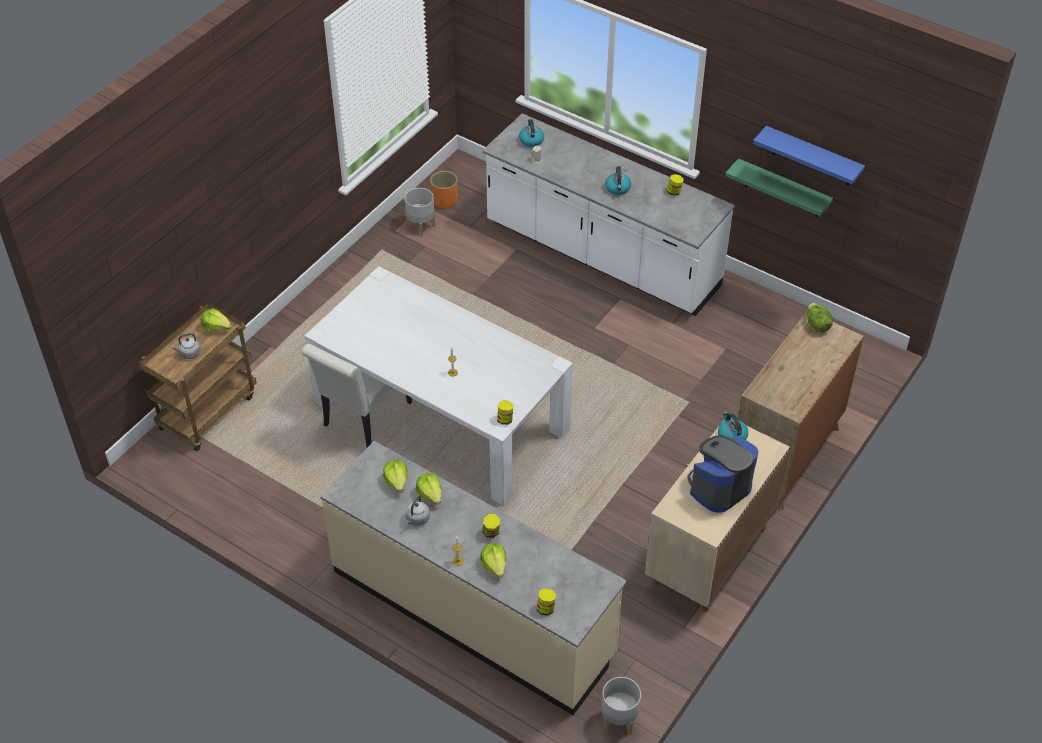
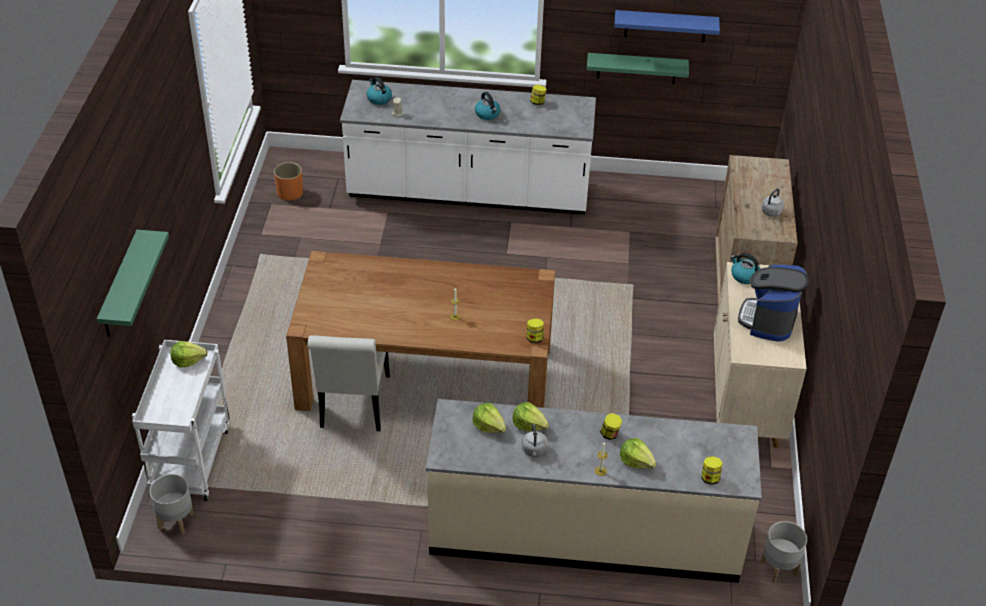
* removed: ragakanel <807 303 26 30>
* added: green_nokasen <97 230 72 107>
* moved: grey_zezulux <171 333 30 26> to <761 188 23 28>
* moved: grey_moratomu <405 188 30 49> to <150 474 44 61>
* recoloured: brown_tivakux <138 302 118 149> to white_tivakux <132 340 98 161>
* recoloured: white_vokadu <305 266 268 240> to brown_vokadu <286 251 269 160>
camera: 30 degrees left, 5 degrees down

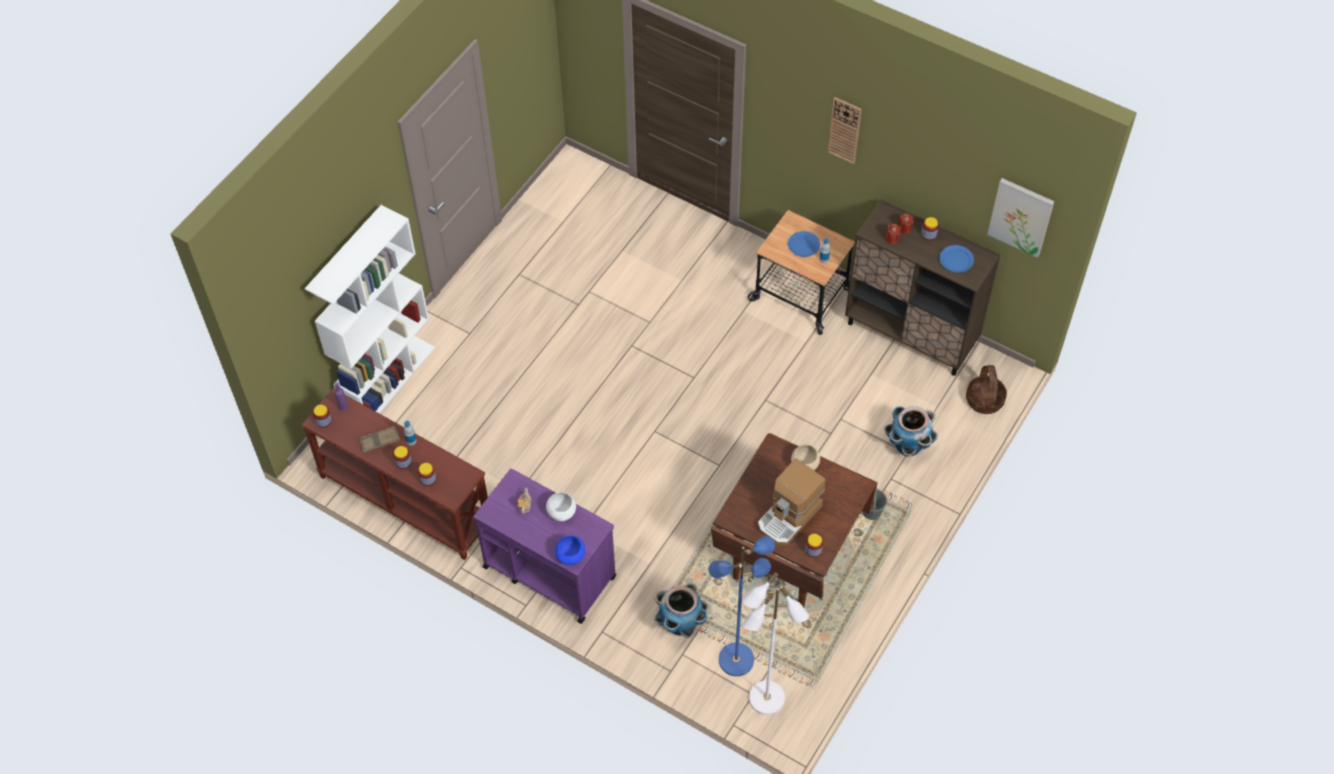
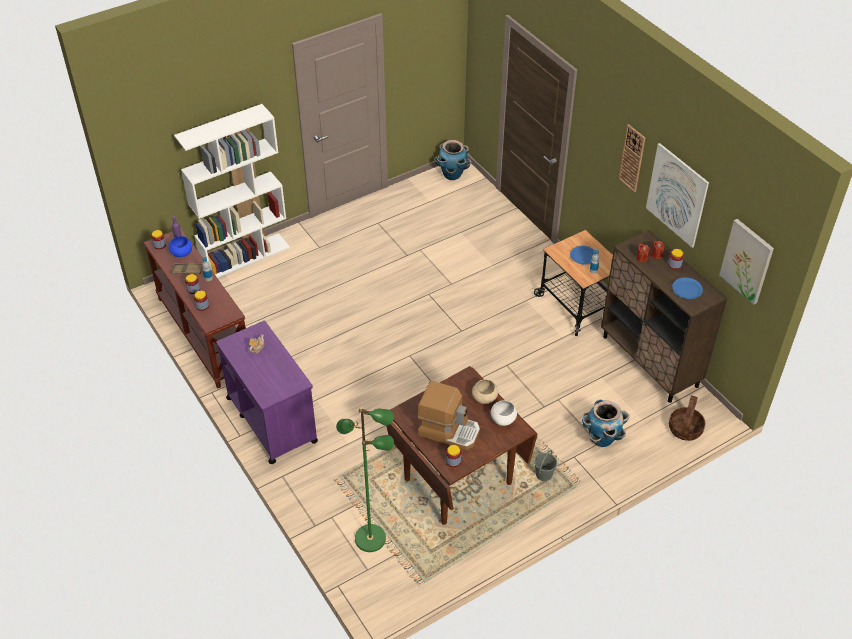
* removed: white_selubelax <742 572 67 143>
* added: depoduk <646 143 63 105>
* moved: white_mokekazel <546 492 30 29> to <491 400 26 26>
* moved: blue_mokekazel <555 536 30 29> to <169 236 23 21>
* moved: moratomu <654 582 55 56> to <434 140 38 40>
* recoloured: blue_selubelax <709 536 66 140> to green_selubelax <336 407 58 145>
* turned: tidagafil <758 459 68 87> = <418 381 62 69> 135 degrees counterclockwise
camera: 25 degrees right, 10 degrees down

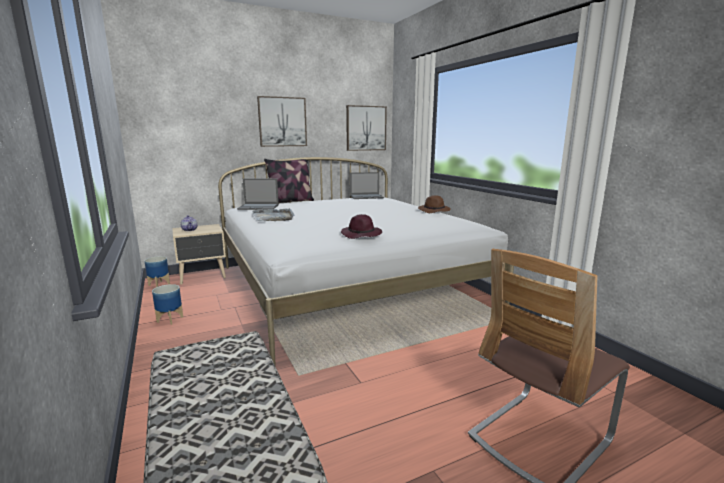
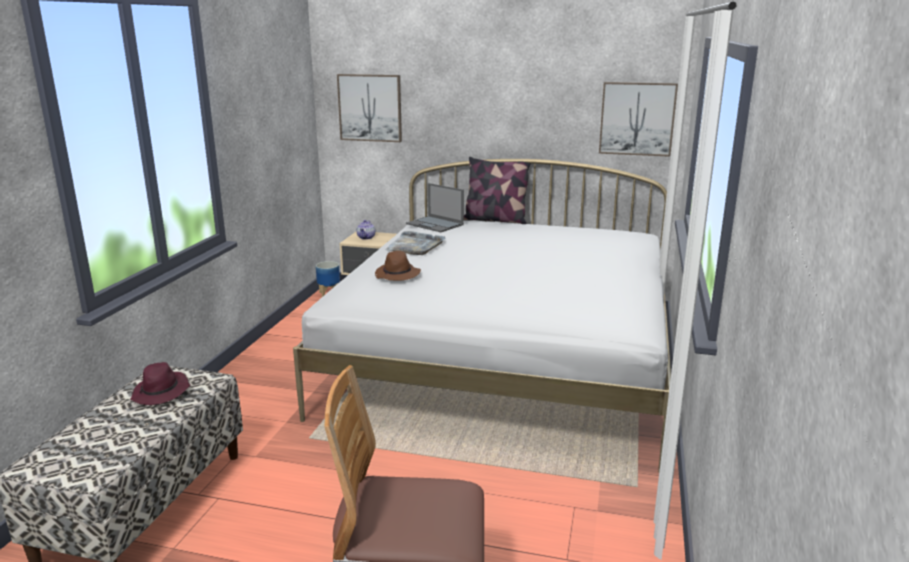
* removed: moratomu <152 284 31 41>
* removed: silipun <350 172 34 27>
* moved: depoduk <257 96 50 51> to <337 74 65 68>
* moved: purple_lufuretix <341 214 41 25> to <131 362 59 43>
* moved: brown_lufuretix <418 195 33 18> to <375 251 46 30>
camera: 40 degrees right, 5 degrees up

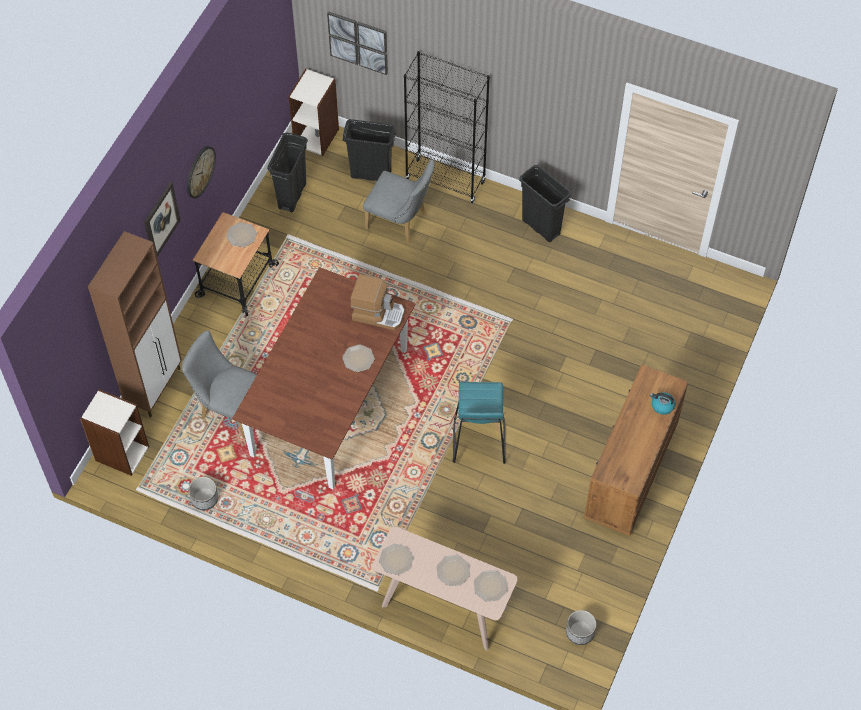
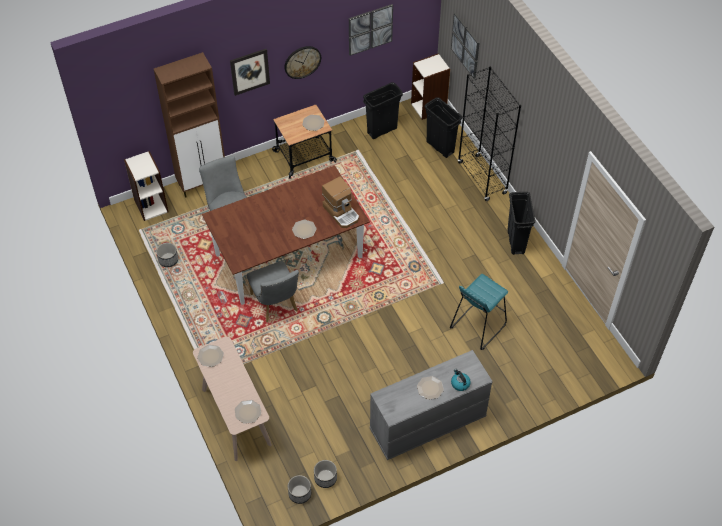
* added: moratomu <314 460 23 28>
* added: depoduk <349 4 44 52>
* moved: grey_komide <363 159 72 85> to <247 261 52 61>
* moved: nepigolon <437 555 33 31> to <417 376 27 24>
* moved: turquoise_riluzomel <453 382 53 82> to <450 274 58 76>
* recoloured: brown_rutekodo <584 365 104 171> to grey_rutekodo <370 350 123 110>
camera: 40 degrees right, 5 degrees down

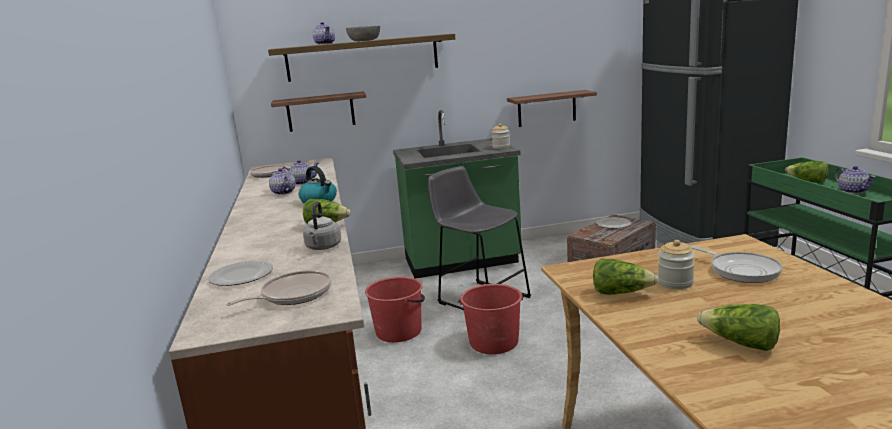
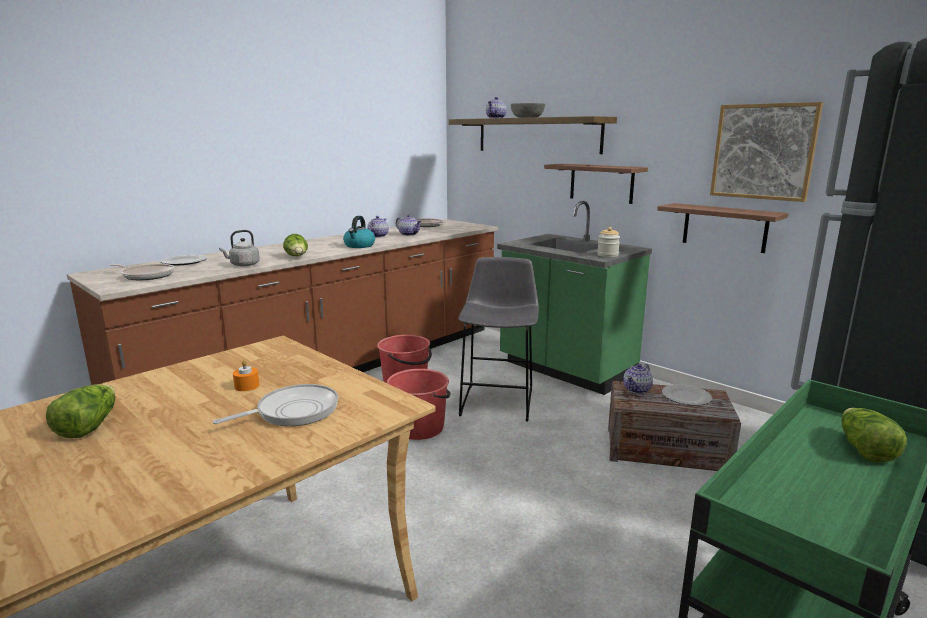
* removed: ragakanel <593 258 66 37>
* added: depoduk <710 102 113 100>
* moved: nokasen <271 92 95 40> to <544 164 104 40>
* moved: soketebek <835 166 41 28> to <623 364 30 30>
* replaced: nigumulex <658 240 37 49> to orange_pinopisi <233 360 26 31>
* turned: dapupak <688 245 95 38> = <213 384 125 42> 150 degrees counterclockwise
camera: 55 degrees right, 0 degrees up

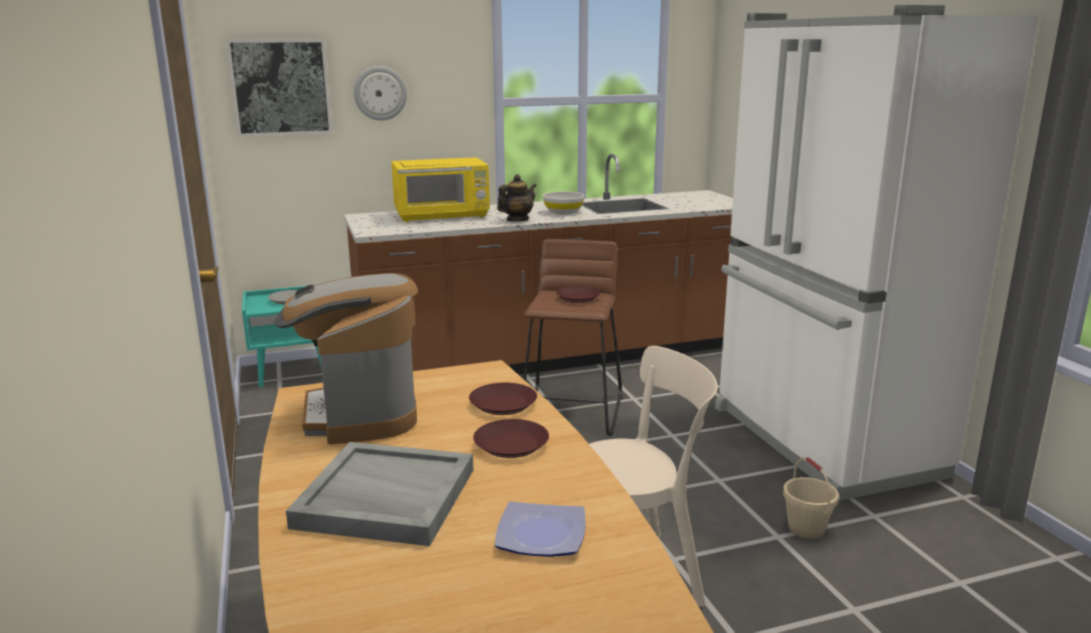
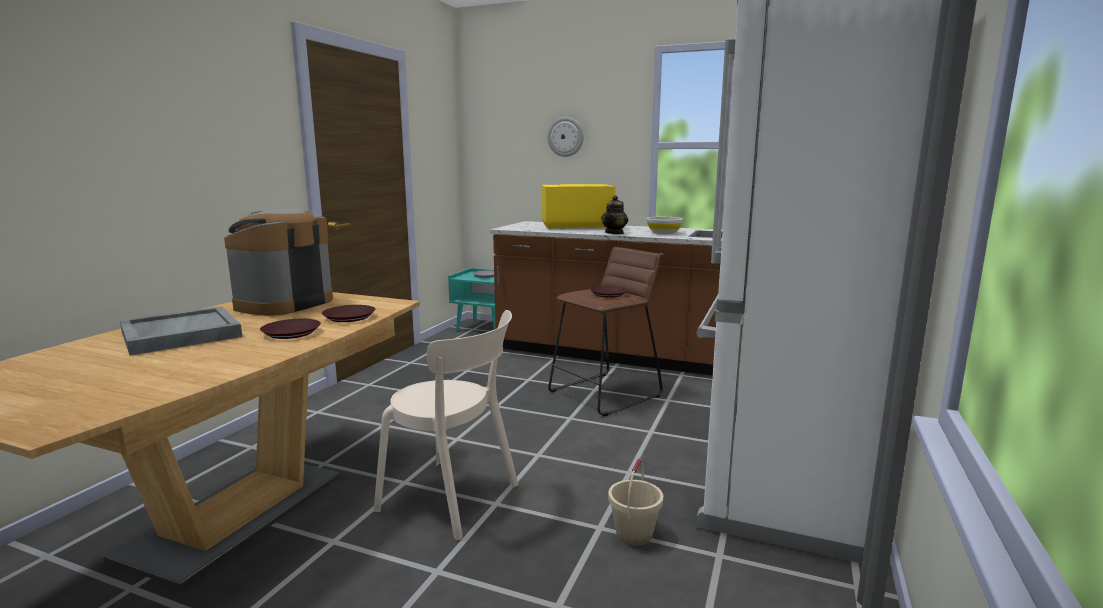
* removed: depoduk <226 39 107 98>
* removed: nepigolon <495 501 91 56>
* turned: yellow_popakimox <391 157 99 65> = <542 184 73 45> 150 degrees clockwise
* turned: soketebek <497 174 39 48> = <601 195 27 39> 120 degrees clockwise
camera: 40 degrees right, 5 degrees down

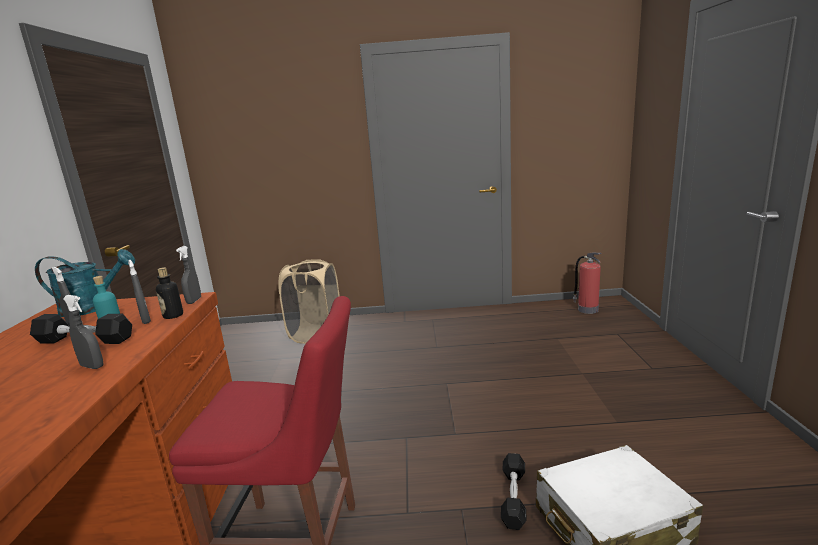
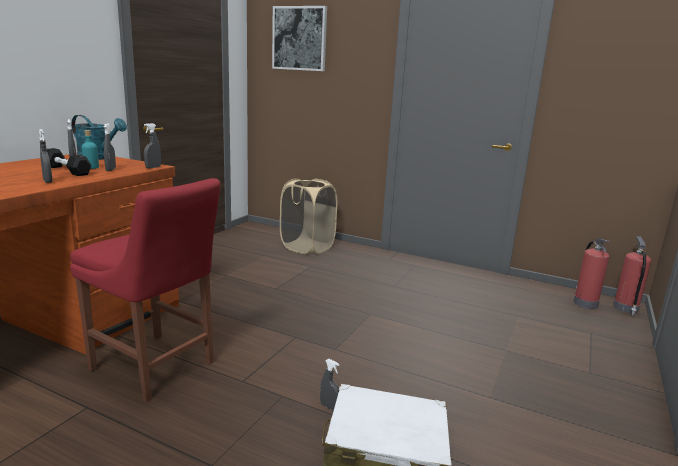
* removed: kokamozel <156 267 27 52>
* added: depoduk <272 6 55 65>
* added: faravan <613 236 38 79>
* replaced: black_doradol <501 453 25 77> to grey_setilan <320 359 19 52>
camera: 25 degrees right, 0 degrees up

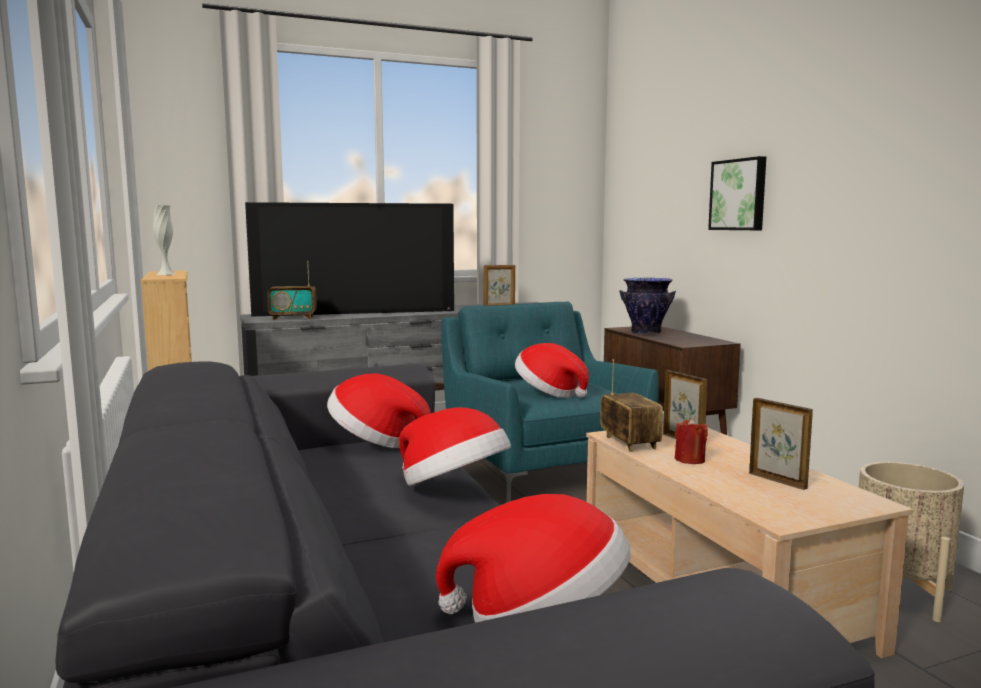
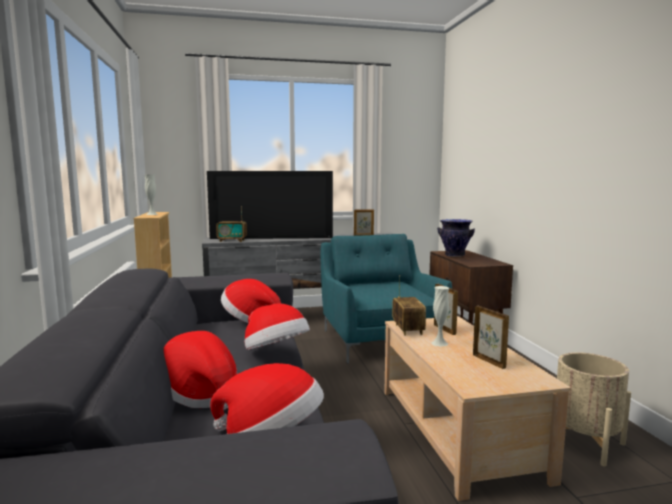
* removed: depoduk <708 156 58 74>
* moved: lufuretix <515 343 74 55> to <164 331 73 79>
* replaced: red_pinopisi <675 418 33 46> to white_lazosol <432 286 17 60>
camera: 10 degrees right, 0 degrees up

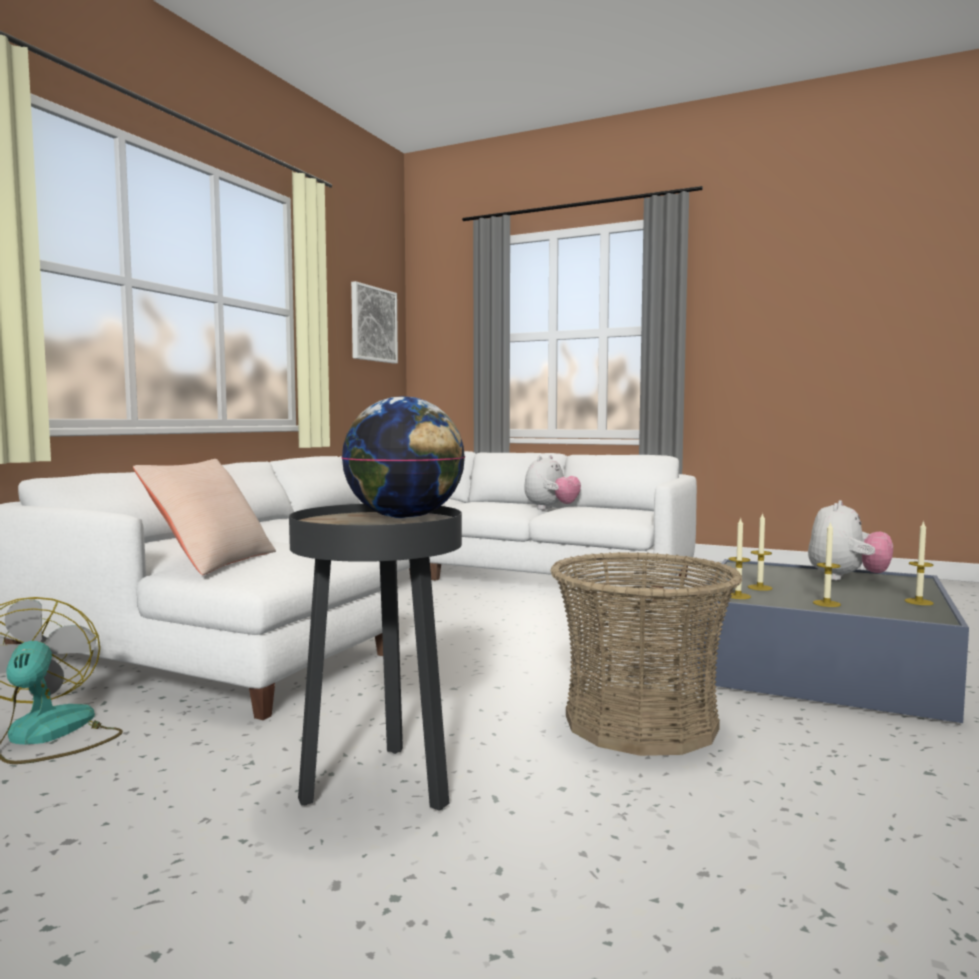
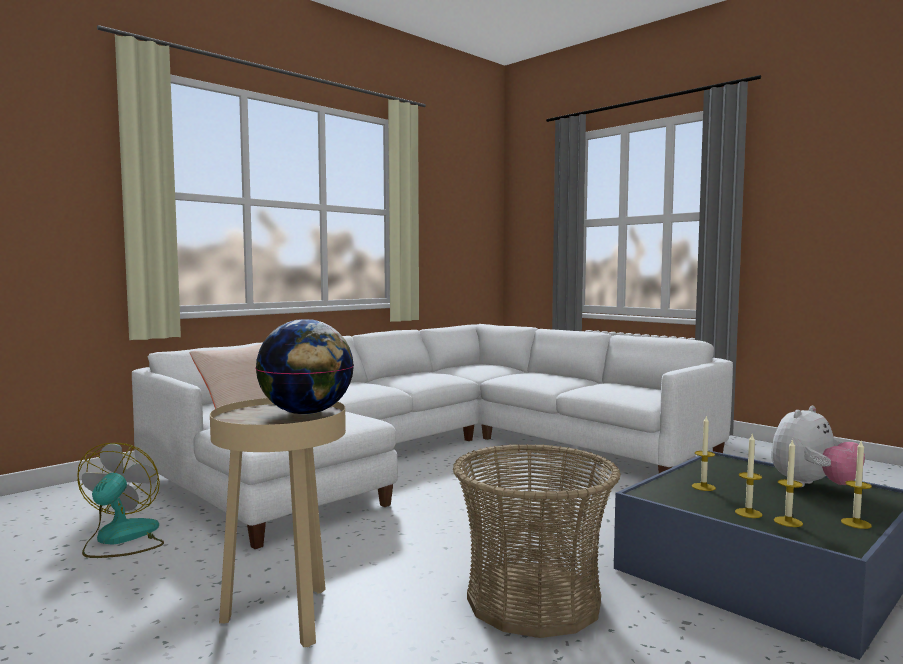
* removed: depoduk <351 281 47 83>
* removed: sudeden <524 455 57 55>
* moved: pinopisi <728 518 23 81> to <774 439 29 88>
* recoloured: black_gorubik <289 504 173 306> to beige_gorubik <210 398 136 249>
camera: 20 degrees right, 0 degrees up

